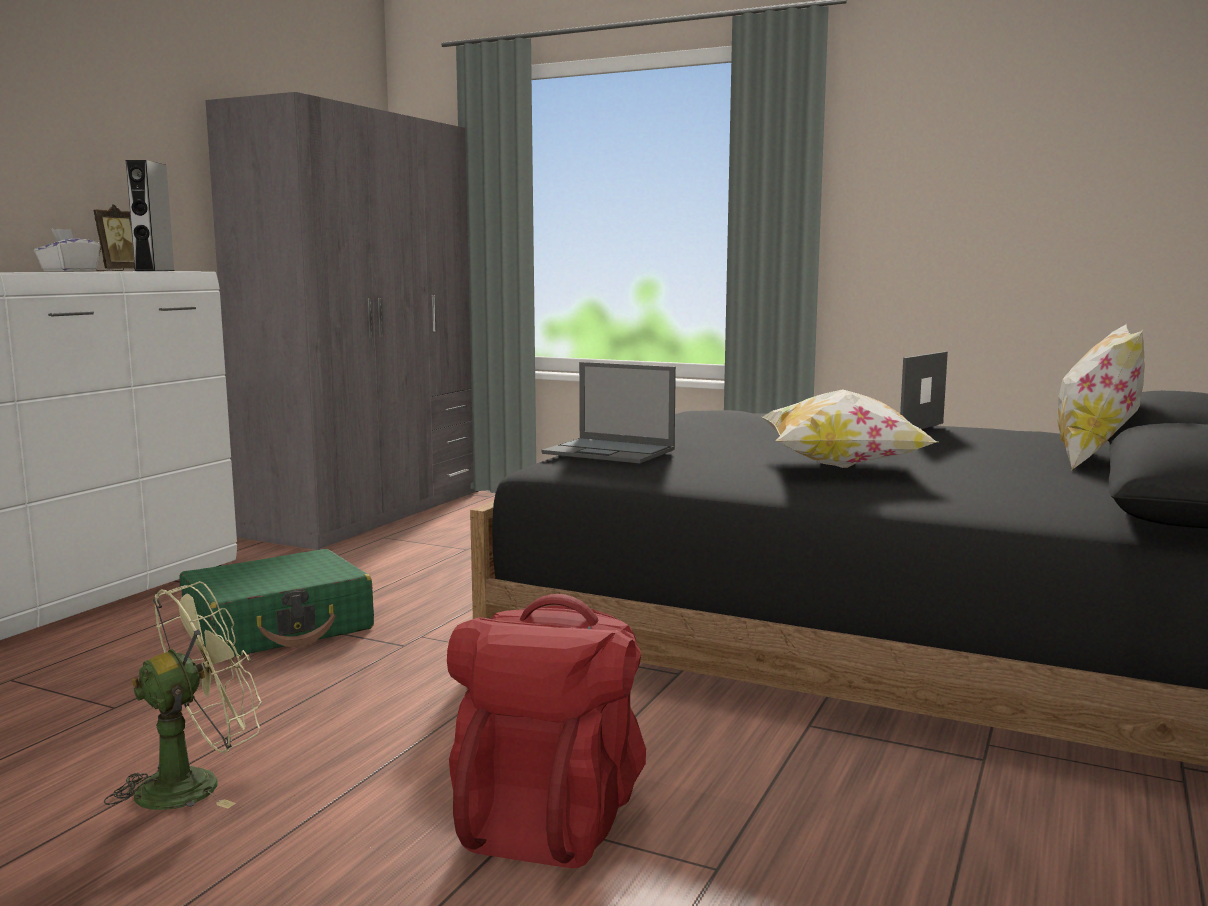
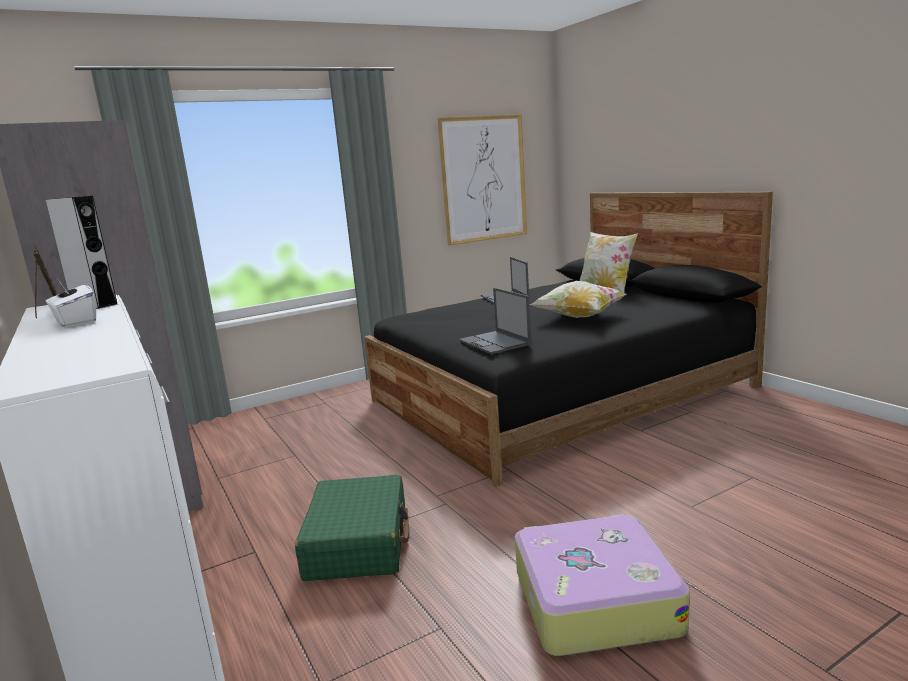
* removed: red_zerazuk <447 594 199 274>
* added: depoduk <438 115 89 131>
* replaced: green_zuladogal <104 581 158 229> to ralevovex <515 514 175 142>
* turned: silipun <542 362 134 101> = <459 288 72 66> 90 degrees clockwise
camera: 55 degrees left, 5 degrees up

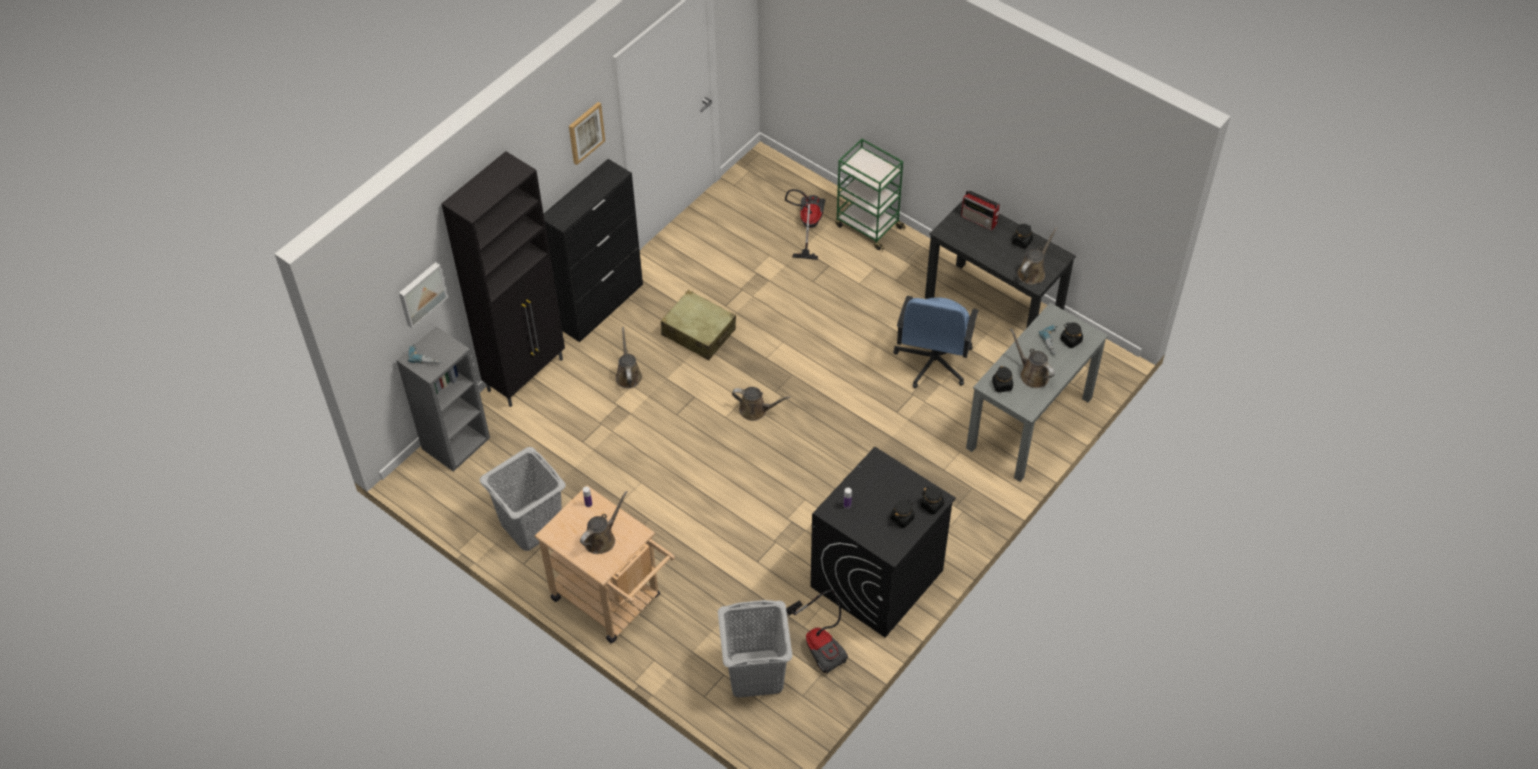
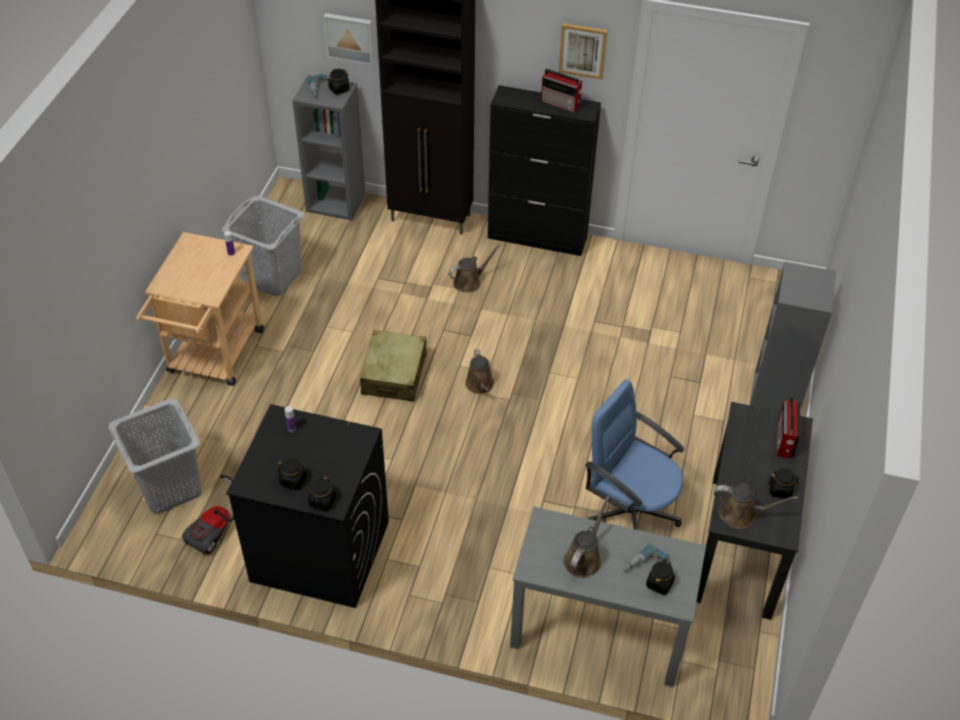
* removed: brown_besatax <580 491 47 63>
* removed: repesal <784 189 41 71>
* added: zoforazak <541 69 41 44>
* moved: beige_ralevovex <661 290 75 70> to <360 330 67 72>
* moved: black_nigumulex <992 366 21 26> to <327 69 23 26>
* replaced: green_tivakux <835 139 70 111> to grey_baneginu <750 261 86 151>
* turned: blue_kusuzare <893 296 86 92> = <585 380 99 150> 45 degrees clockwise
camera: 65 degrees right, 5 degrees down

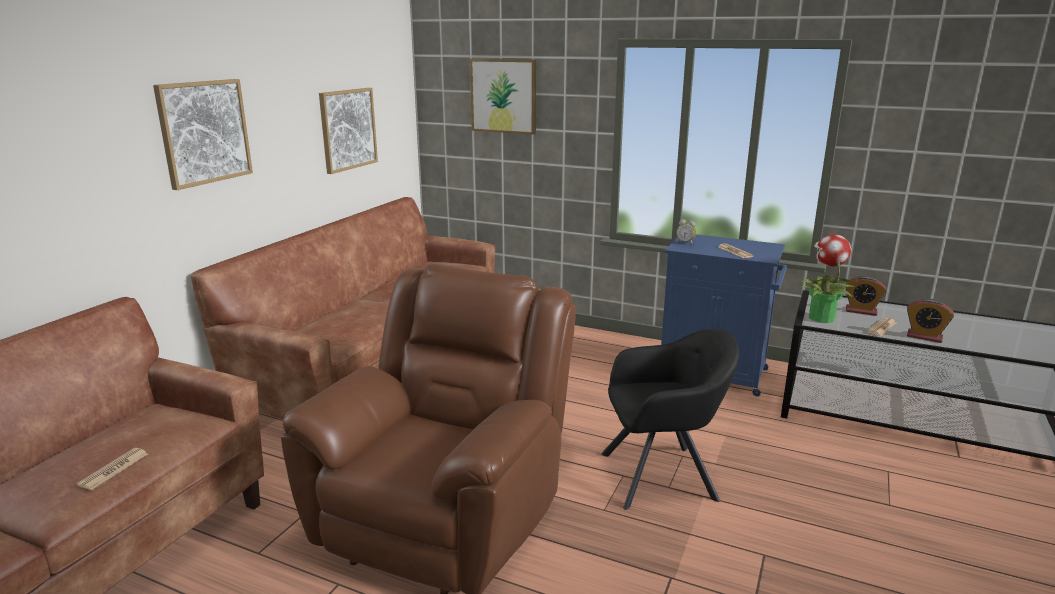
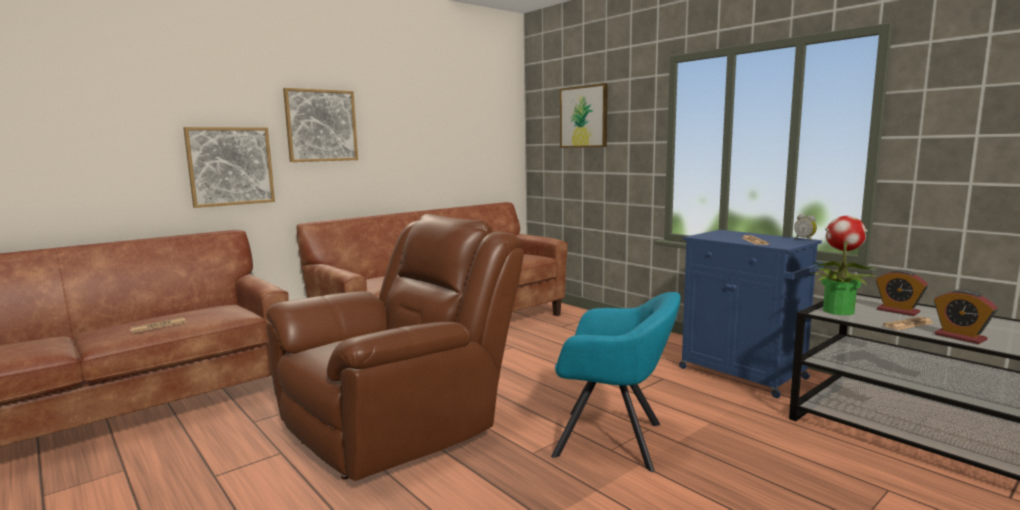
* moved: depoduk <319 88 59 86> to <183 127 92 81>
* moved: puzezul <677 219 19 25> to <794 214 23 27>
* recoloured: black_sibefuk <601 329 138 181> to turquoise_sibefuk <551 292 130 180>
camera: 25 degrees right, 10 degrees down

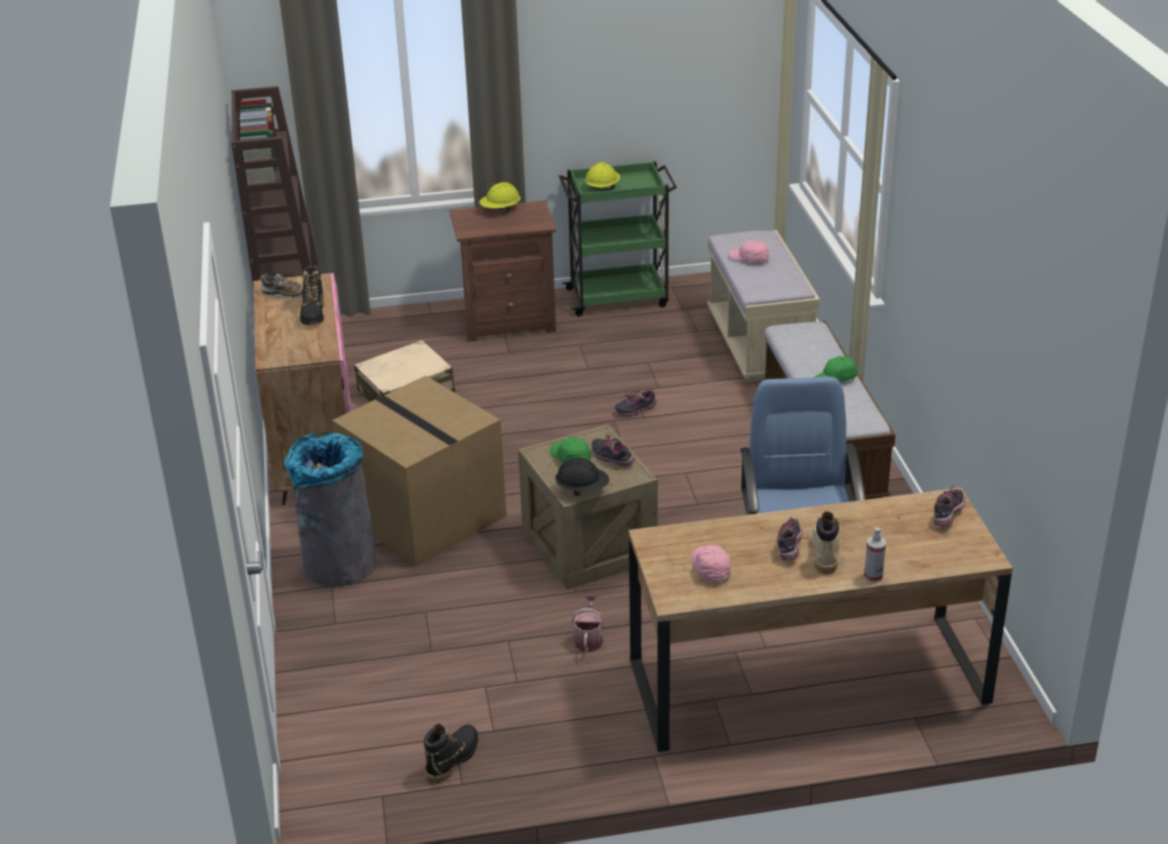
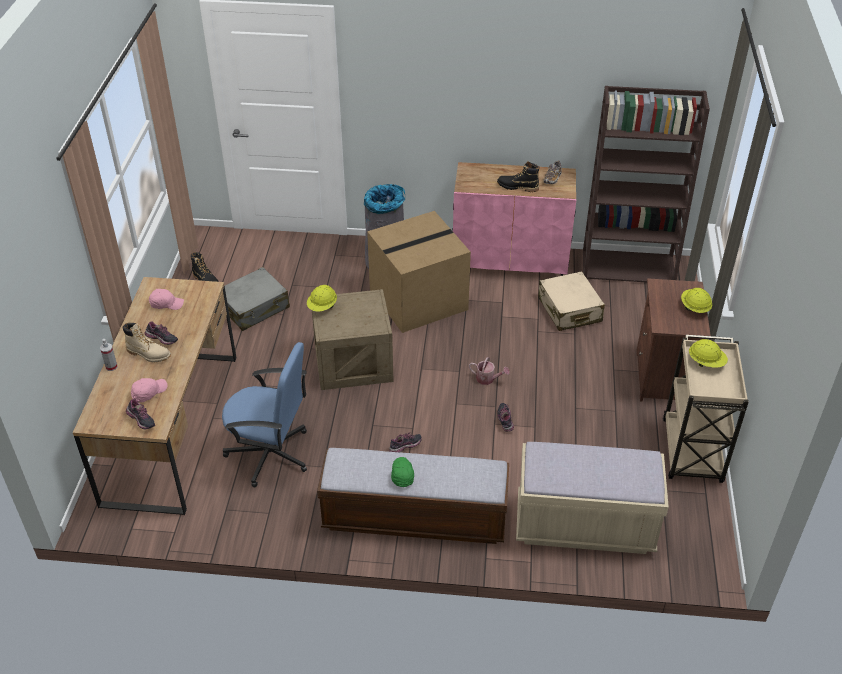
* removed: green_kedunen <550 437 41 26>
* added: grey_ralevovex <225 267 65 64>
* moved: besatax <572 595 32 57> to <469 357 41 28>
* moved: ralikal <592 434 43 33> to <389 432 33 20>
* moved: pink_kedunen <729 240 40 23> to <131 378 37 25>
* recoloured: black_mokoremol <555 458 54 38> to yellow_mokoremol <307 285 30 26>
* recoloured: green_tivakux <559 161 118 155> to beige_tivakux <663 335 86 148>
camera: 105 degrees right, 10 degrees up

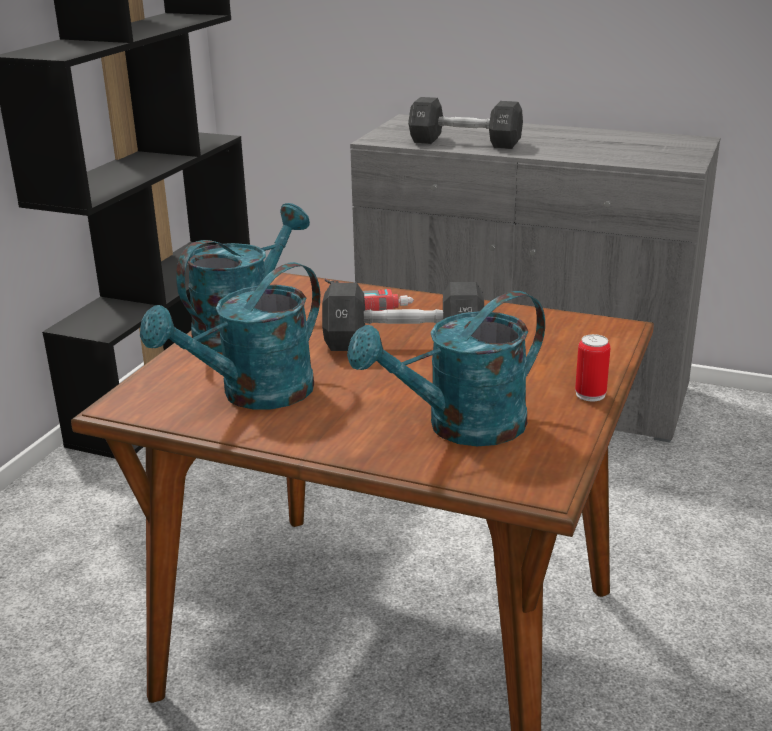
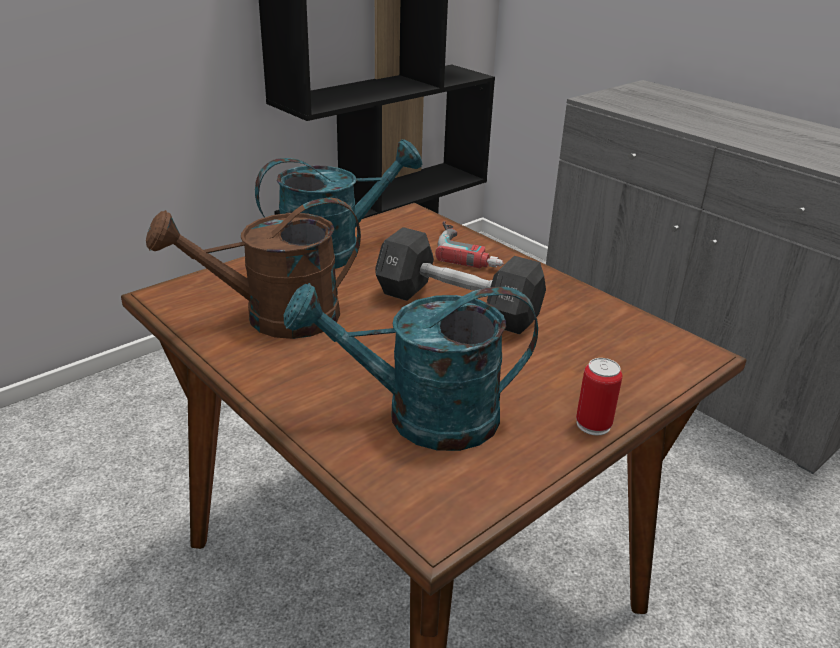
* removed: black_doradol <408 97 115 52>
* recoloured: turquoise_besatax <140 262 180 148> to brown_besatax <146 198 215 141>
camera: 25 degrees right, 5 degrees up

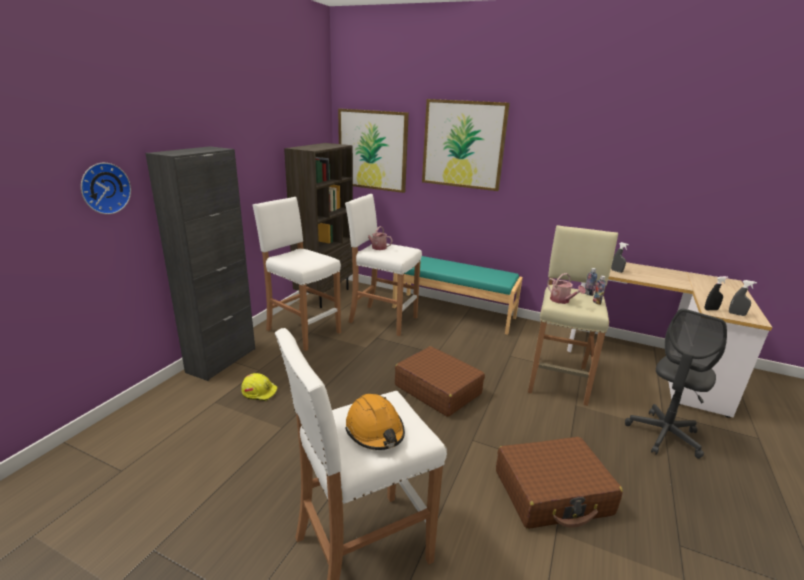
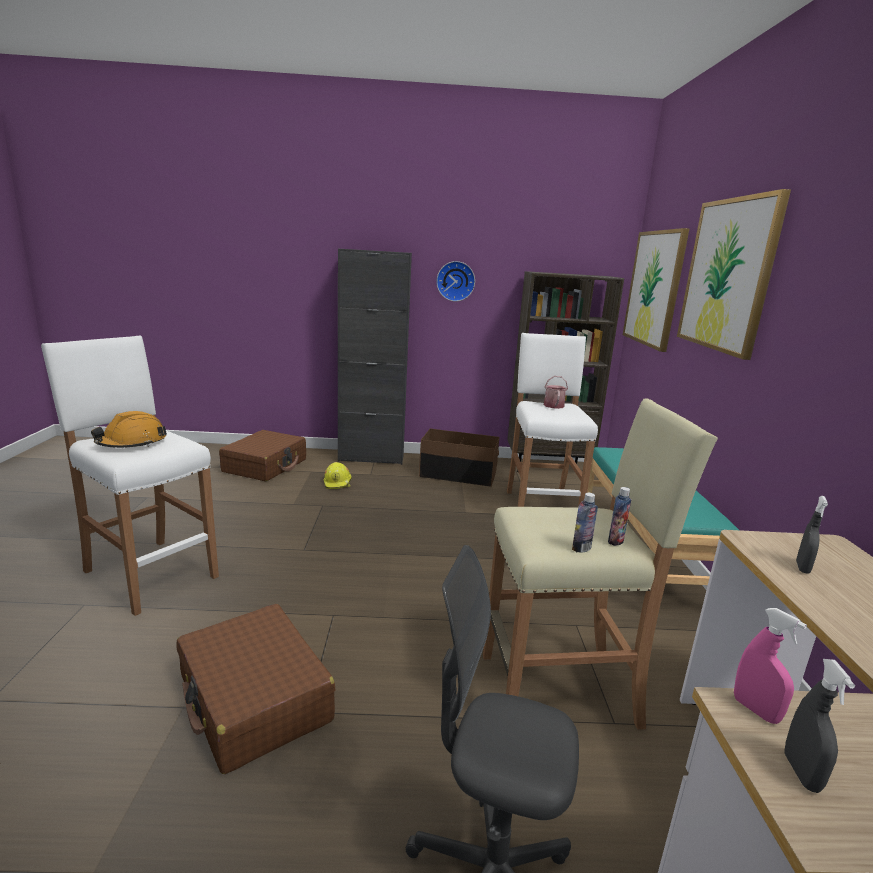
* removed: besatax <547 273 39 31>
* moved: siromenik <81 163 50 51> to <436 261 39 41>
* moved: brown_ralevovex <395 346 90 71> to <219 430 87 51>
* replaced: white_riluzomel <252 197 89 154> to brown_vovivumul <419 428 81 59>
* recoloured: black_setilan <704 276 24 34> to pink_setilan <734 608 73 116>
camera: 65 degrees right, 5 degrees down

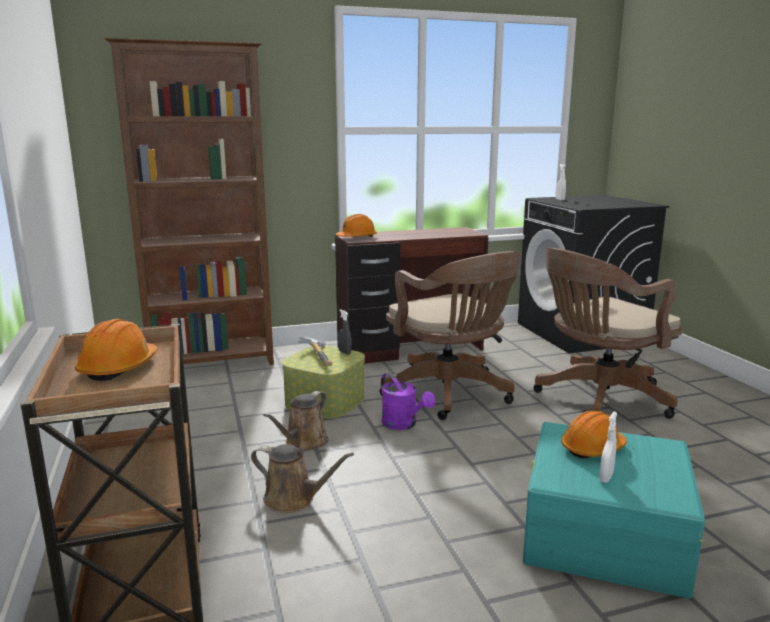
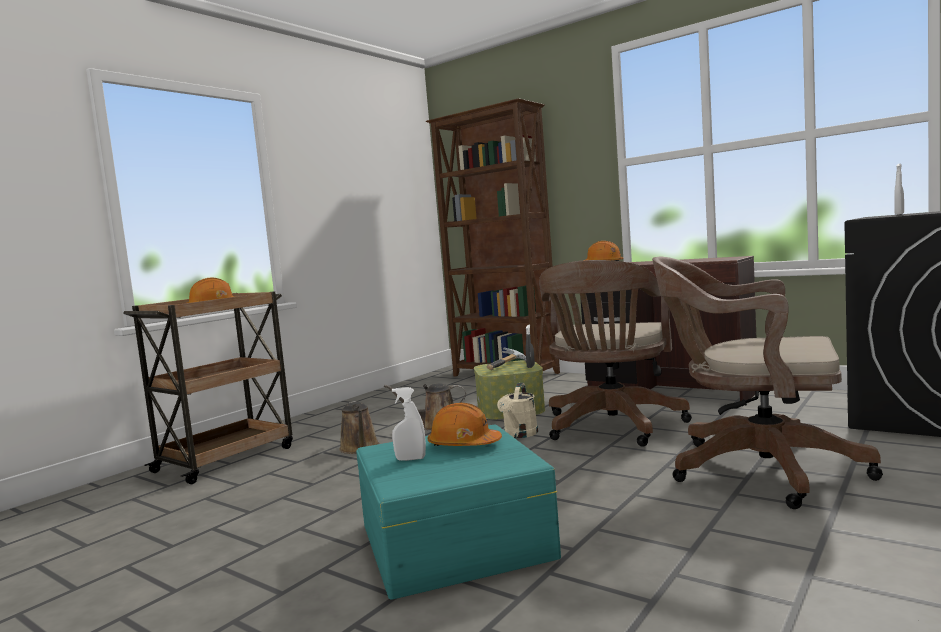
* recoloured: purple_besatax <381 373 54 57> to beige_besatax <497 383 41 55>
camera: 55 degrees right, 10 degrees down

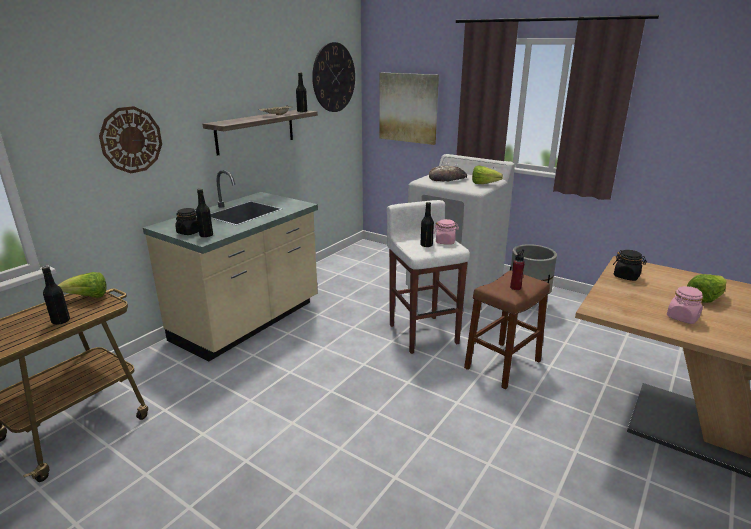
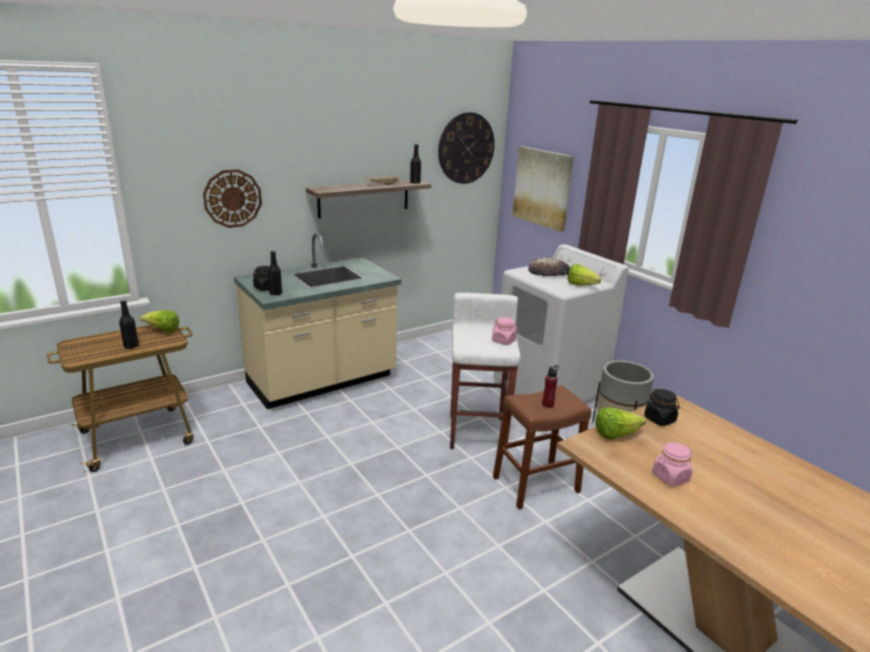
* removed: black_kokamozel <420 202 14 45>
* moved: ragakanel <687 274 40 29> to <596 407 50 32>
camera: 20 degrees right, 0 degrees up

